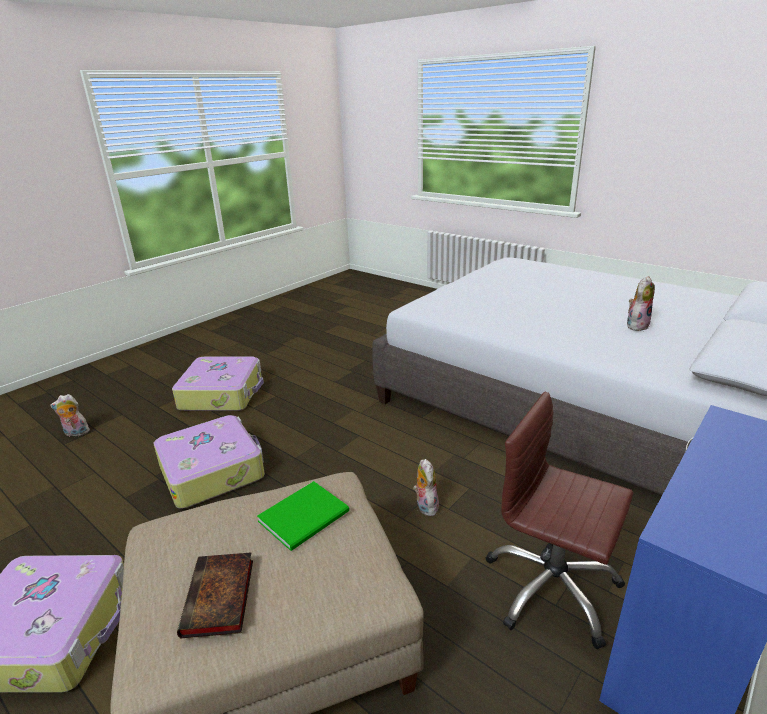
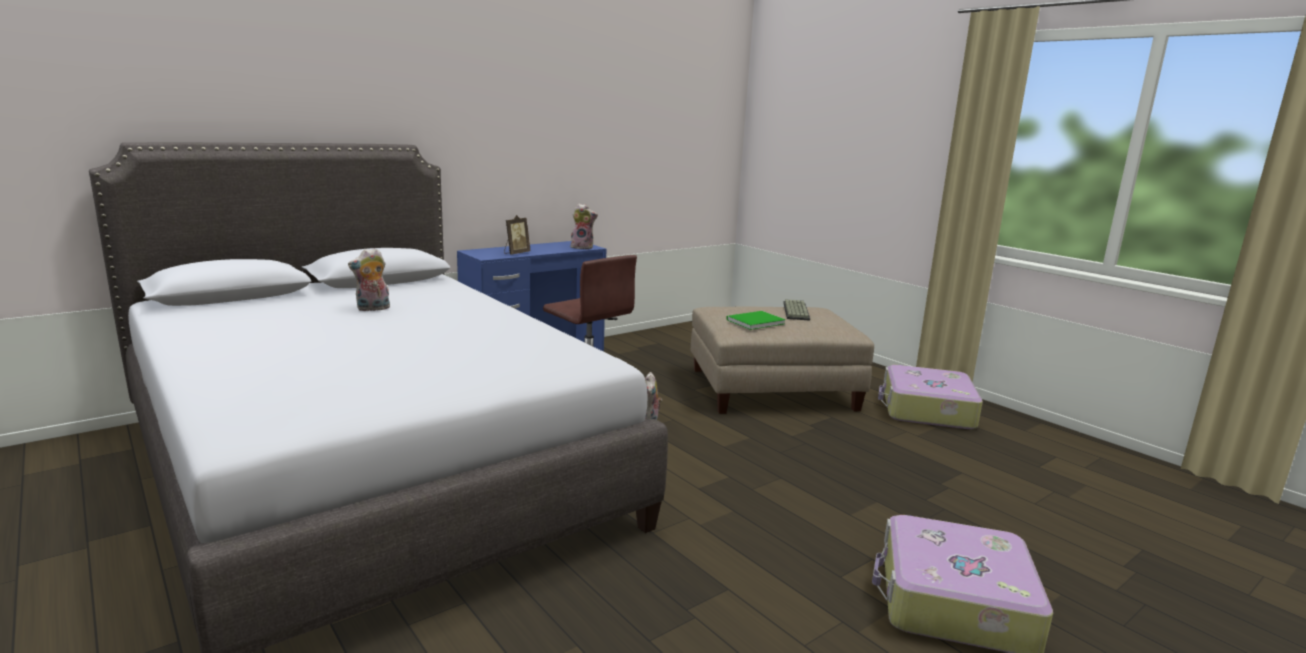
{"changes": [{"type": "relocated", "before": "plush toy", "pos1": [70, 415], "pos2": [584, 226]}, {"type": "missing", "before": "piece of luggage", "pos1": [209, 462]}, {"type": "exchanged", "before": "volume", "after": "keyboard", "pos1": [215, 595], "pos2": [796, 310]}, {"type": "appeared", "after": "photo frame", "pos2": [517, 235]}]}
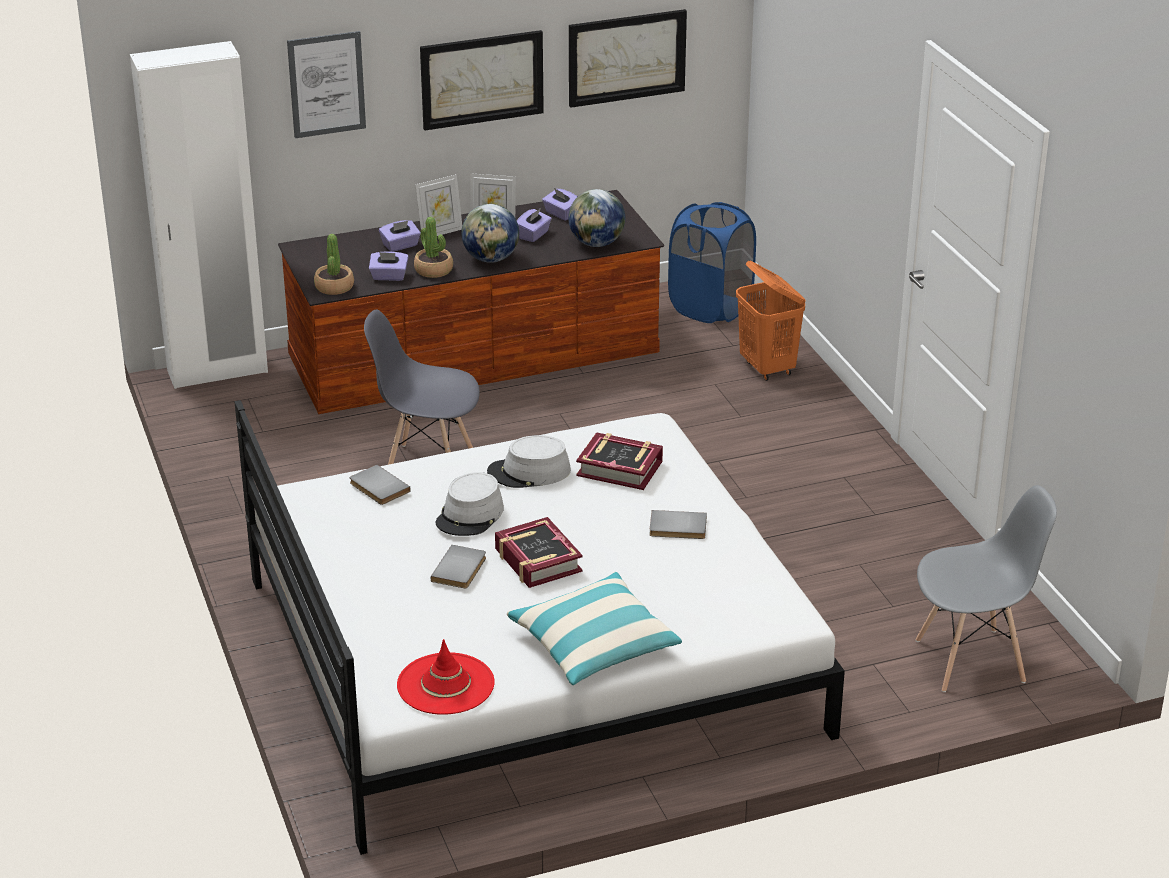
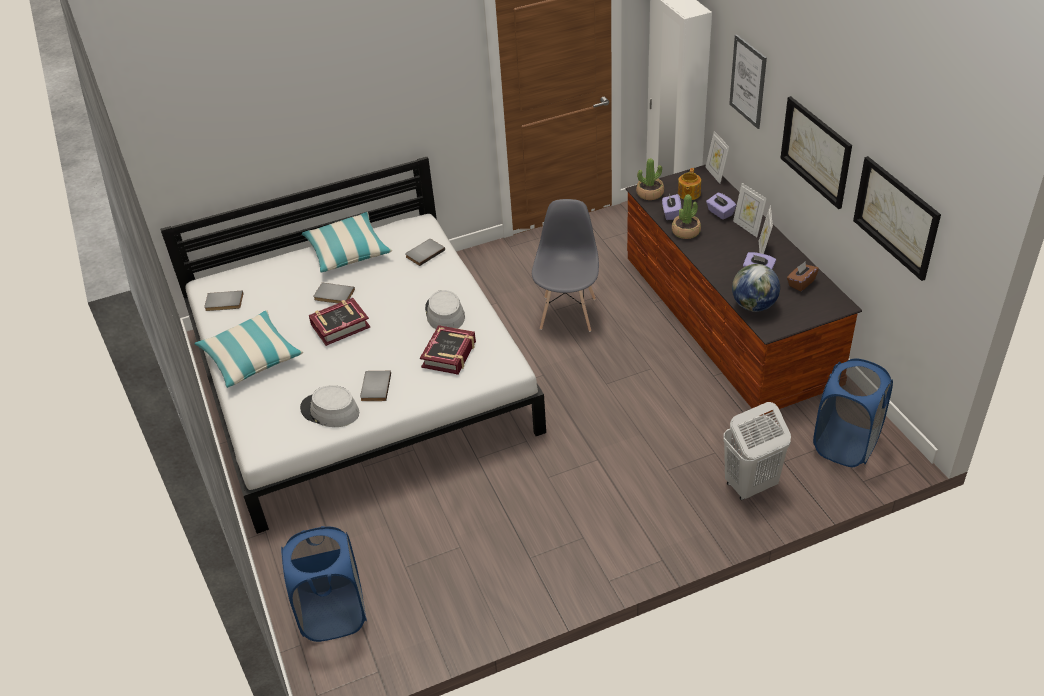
{"changes": [{"type": "colour", "before": "tissue box (purple-coloured)", "after": "tissue box (brown-coloured)", "pos1": [560, 204], "pos2": [803, 276]}, {"type": "missing", "before": "desk globe", "pos1": [490, 233]}, {"type": "colour", "before": "hamper (orange)", "after": "hamper (white-coloured)", "pos1": [771, 321], "pos2": [757, 451]}, {"type": "relocated", "before": "hat (greyish)", "pos1": [469, 504], "pos2": [329, 406]}, {"type": "exchanged", "before": "chair (greyish)", "after": "hamper (bluish)", "pos1": [986, 588], "pos2": [324, 584]}, {"type": "exchanged", "before": "hat (reddish)", "after": "volume (greyish)", "pos1": [446, 677], "pos2": [223, 301]}, {"type": "appeared", "after": "photo frame", "pos2": [717, 157]}, {"type": "appeared", "after": "tea pot", "pos2": [689, 184]}, {"type": "appeared", "after": "cushion", "pos2": [347, 242]}]}
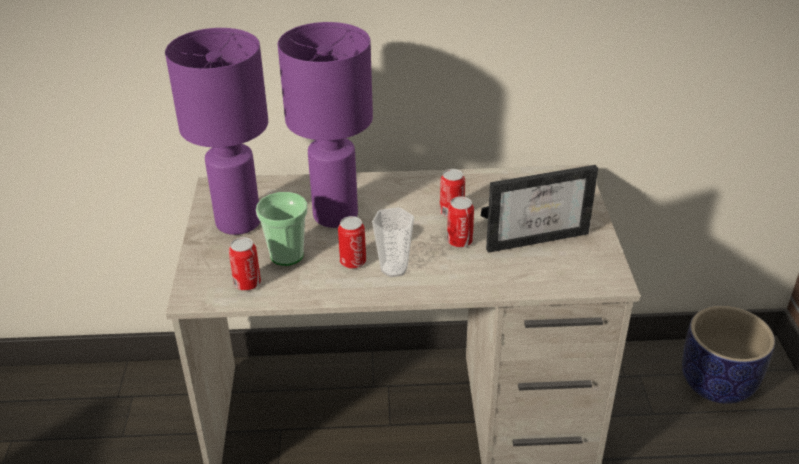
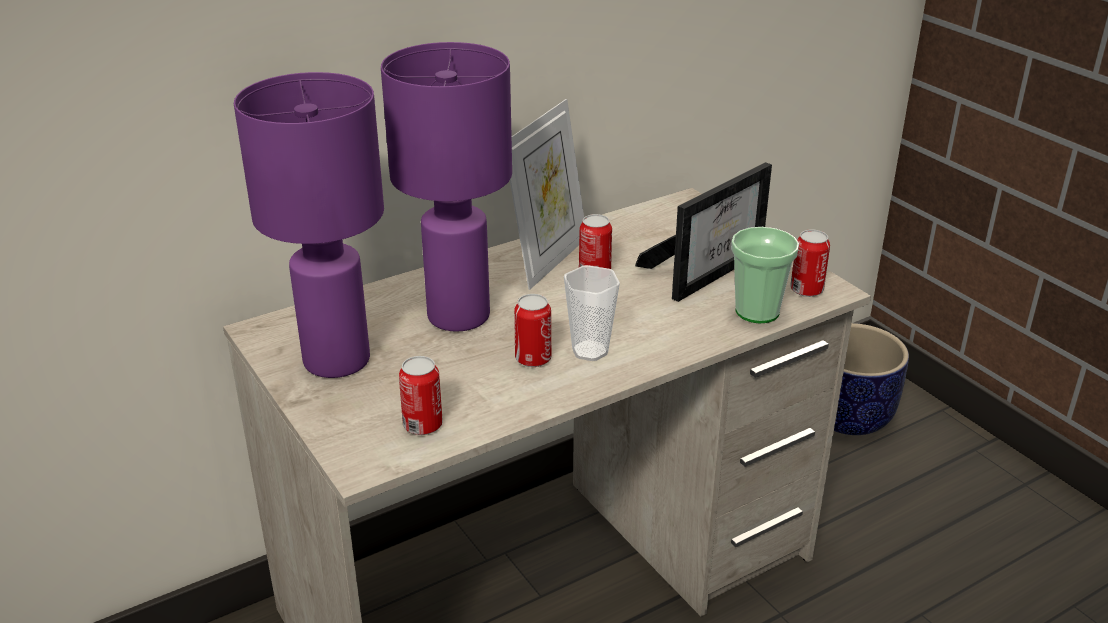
{"changes": [{"type": "relocated", "before": "drinking cup", "pos1": [282, 229], "pos2": [765, 275]}, {"type": "relocated", "before": "sealed can", "pos1": [460, 222], "pos2": [810, 263]}, {"type": "appeared", "after": "photo frame", "pos2": [547, 194]}]}
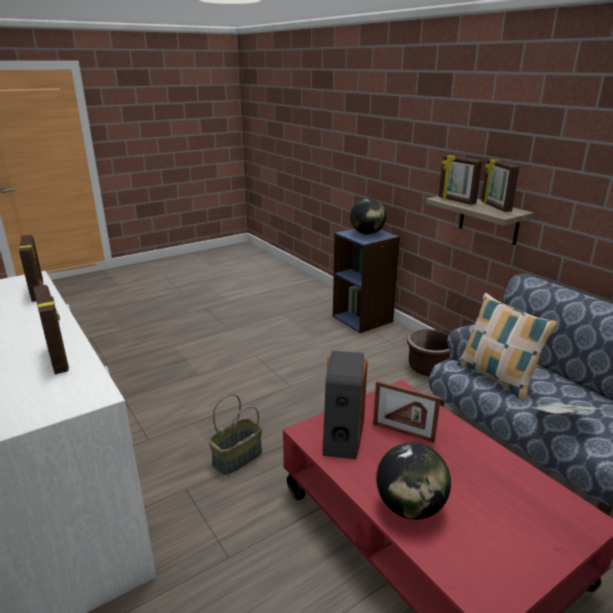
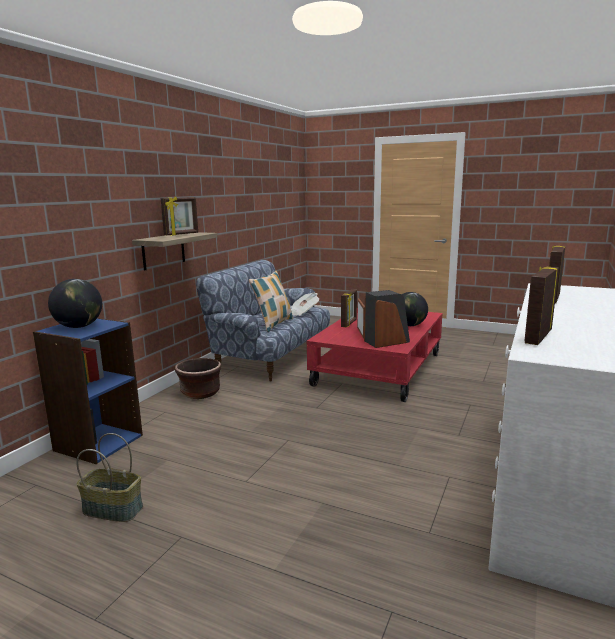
{"changes": [{"type": "relocated", "before": "photo frame", "pos1": [460, 180], "pos2": [349, 308]}, {"type": "relocated", "before": "storage basket", "pos1": [235, 434], "pos2": [109, 477]}]}
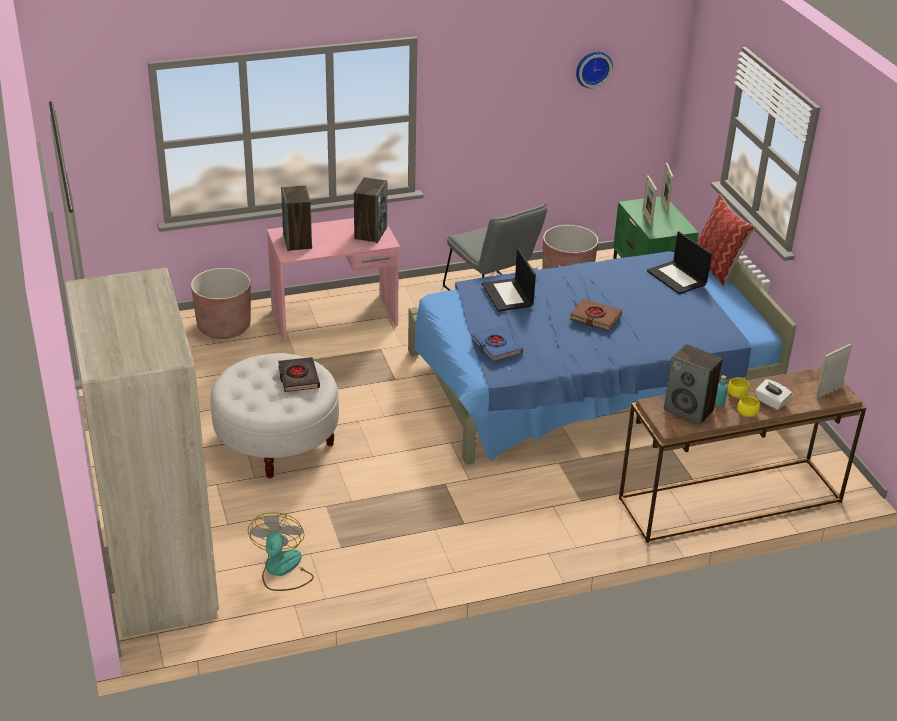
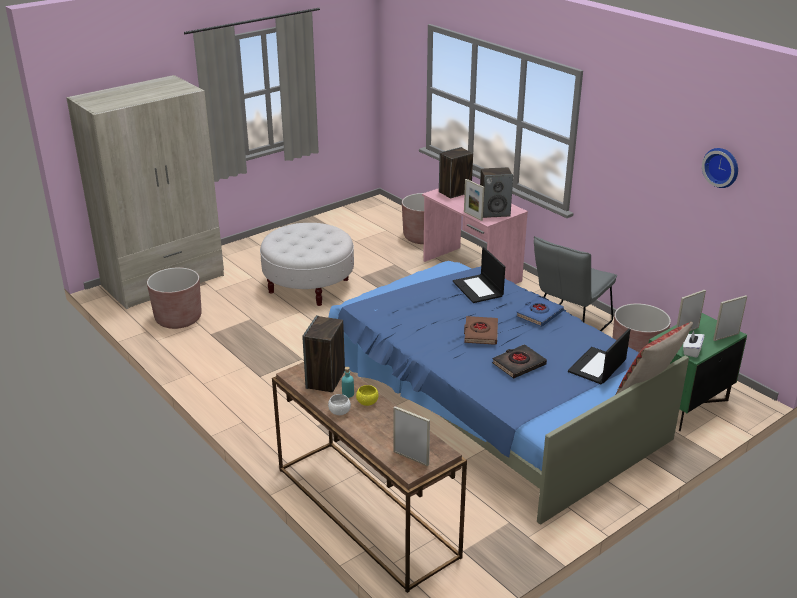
{"changes": [{"type": "spun", "before": "notebook computer", "pos1": [509, 279], "pos2": [479, 275], "turn": -75}, {"type": "relocated", "before": "volume (bluish)", "pos1": [497, 344], "pos2": [540, 311]}, {"type": "relocated", "before": "volume (black)", "pos1": [299, 374], "pos2": [519, 361]}, {"type": "relocated", "before": "tissue box (white-coloured)", "pos1": [774, 394], "pos2": [693, 344]}, {"type": "colour", "before": "serving bowl (yellowish)", "after": "serving bowl (white-coloured)", "pos1": [748, 406], "pos2": [339, 404]}, {"type": "exchanged", "before": "fan", "after": "plant pot (brown-coloured)", "pos1": [281, 552], "pos2": [174, 298]}, {"type": "appeared", "after": "photo frame", "pos2": [474, 200]}]}
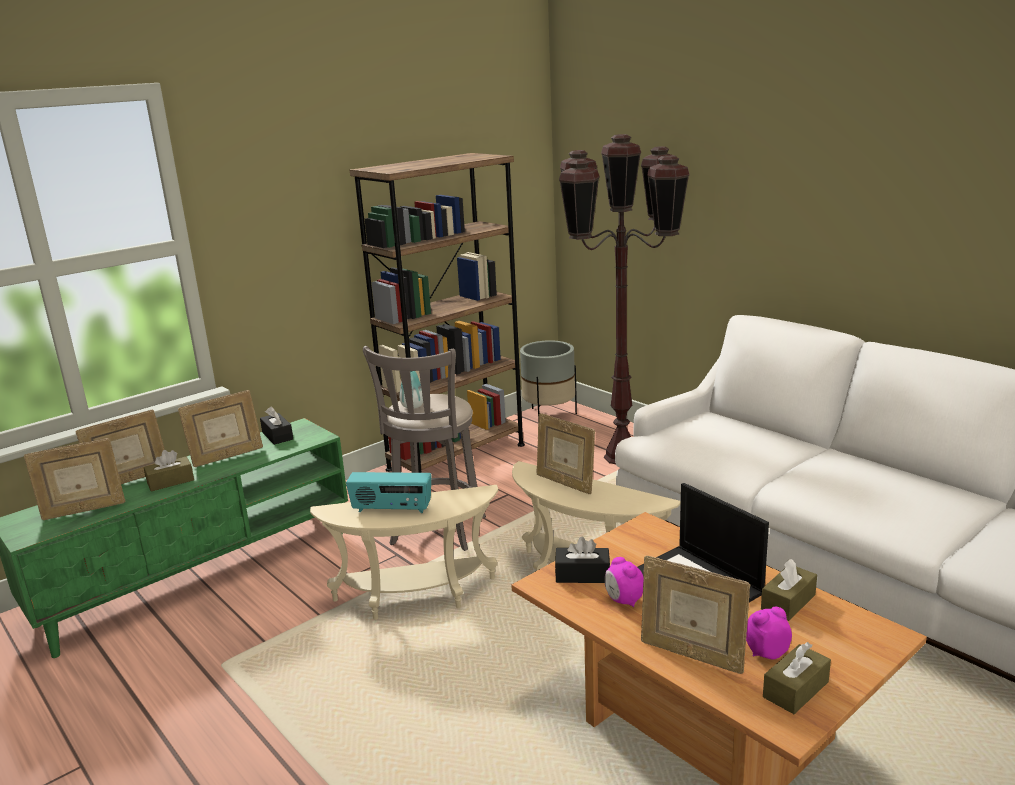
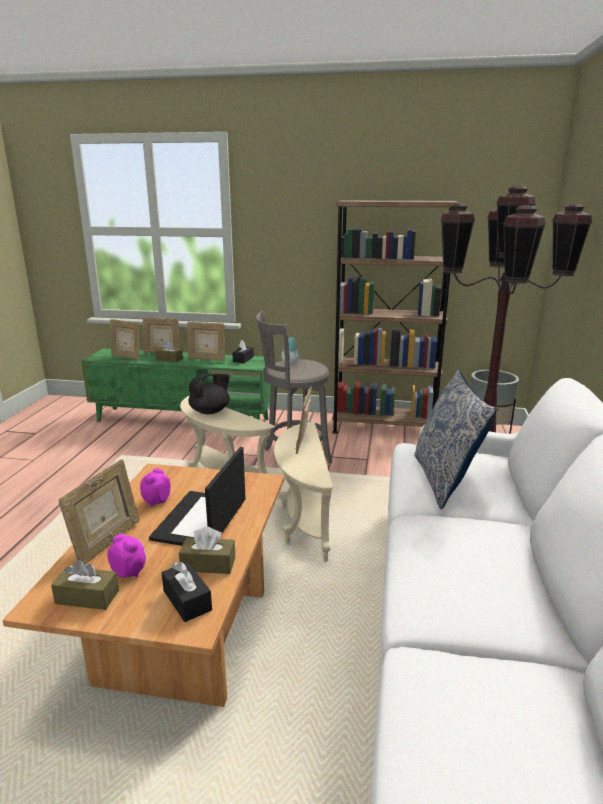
{"changes": [{"type": "exchanged", "before": "radio receiver", "after": "tea pot (black)", "pos1": [388, 492], "pos2": [209, 393]}, {"type": "relocated", "before": "tissue box (black)", "pos1": [582, 560], "pos2": [186, 592]}, {"type": "spun", "before": "photo frame", "pos1": [695, 614], "pos2": [99, 512], "turn": -150}, {"type": "appeared", "after": "cushion", "pos2": [455, 440]}]}
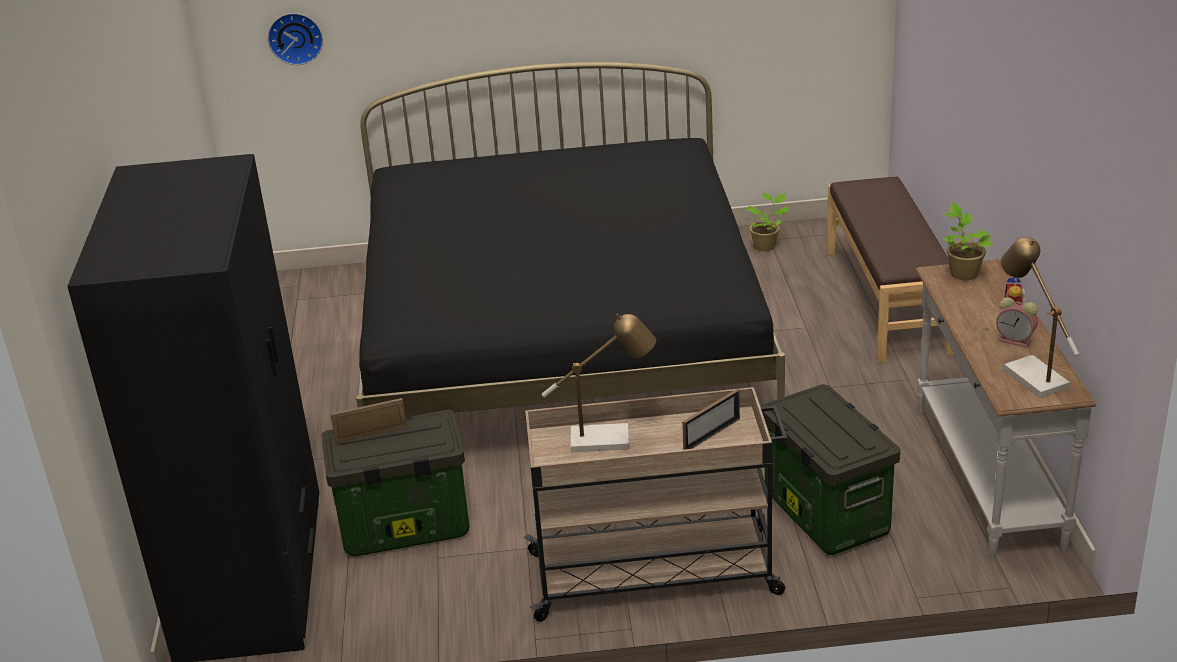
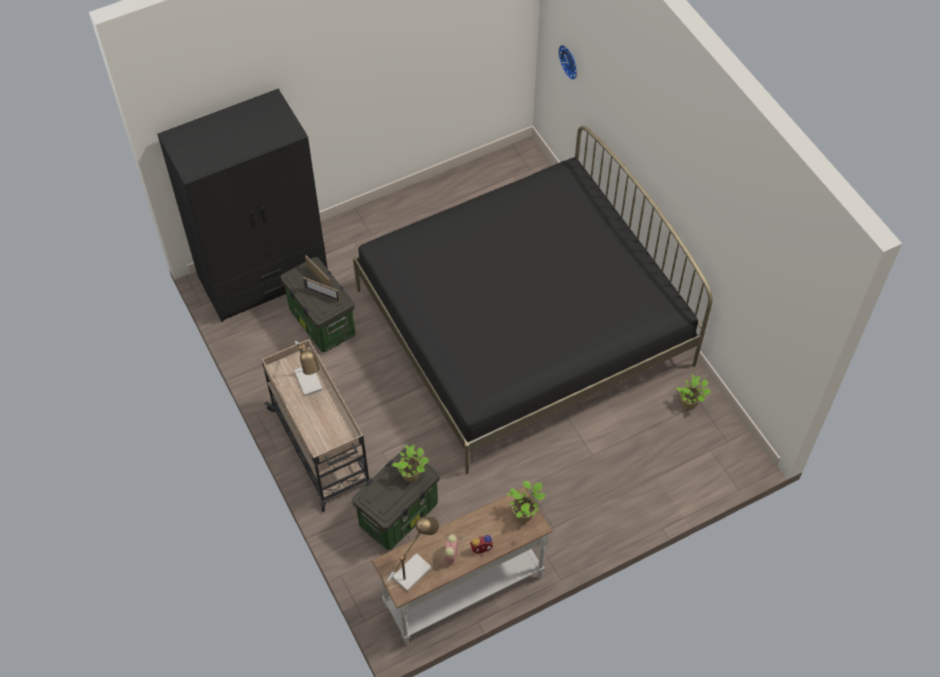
{"changes": [{"type": "missing", "before": "long seat (brown-coloured)", "pos1": [890, 269]}, {"type": "relocated", "before": "photo frame", "pos1": [711, 419], "pos2": [321, 289]}, {"type": "appeared", "after": "houseplant", "pos2": [410, 463]}]}
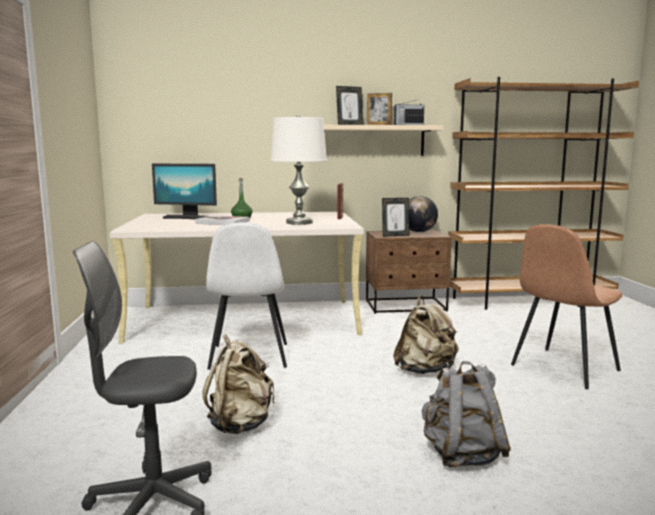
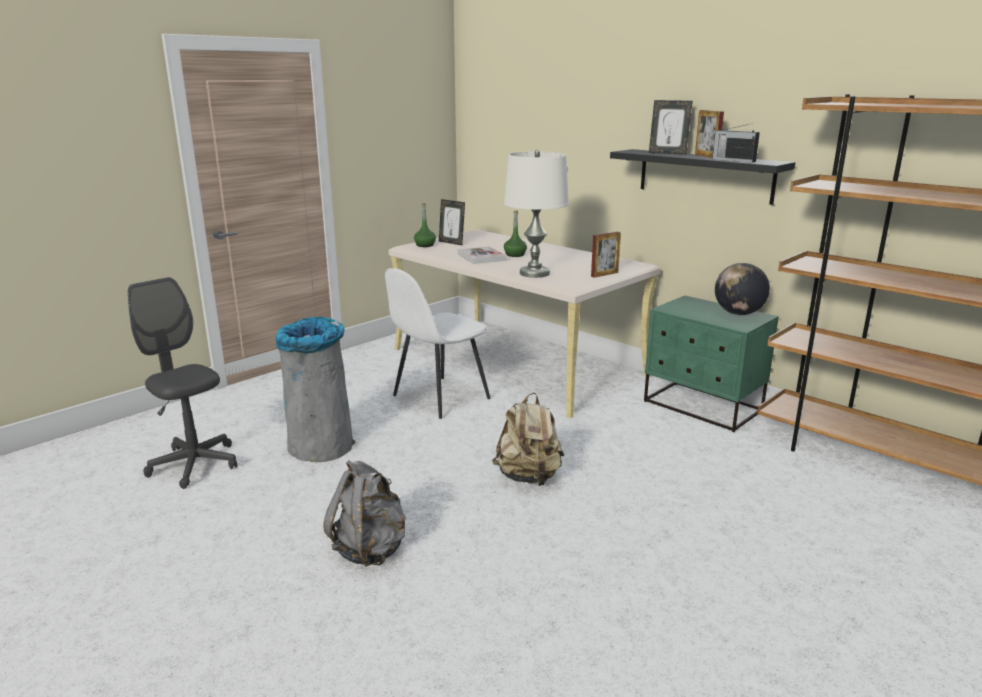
{"changes": [{"type": "colour", "before": "wall shelf (sand-coloured)", "after": "wall shelf (black)", "pos1": [384, 140], "pos2": [702, 177]}, {"type": "missing", "before": "monitor", "pos1": [184, 191]}, {"type": "relocated", "before": "photo frame", "pos1": [396, 217], "pos2": [452, 222]}, {"type": "missing", "before": "chair (brown-coloured)", "pos1": [567, 306]}, {"type": "colour", "before": "night table (brown-coloured)", "after": "night table (green-coloured)", "pos1": [409, 272], "pos2": [711, 364]}, {"type": "exchanged", "before": "rucksack (sand-coloured)", "after": "rubbish bin (greyish)", "pos1": [238, 384], "pos2": [315, 389]}, {"type": "appeared", "after": "beverage bottle (green-coloured)", "pos2": [425, 225]}]}
